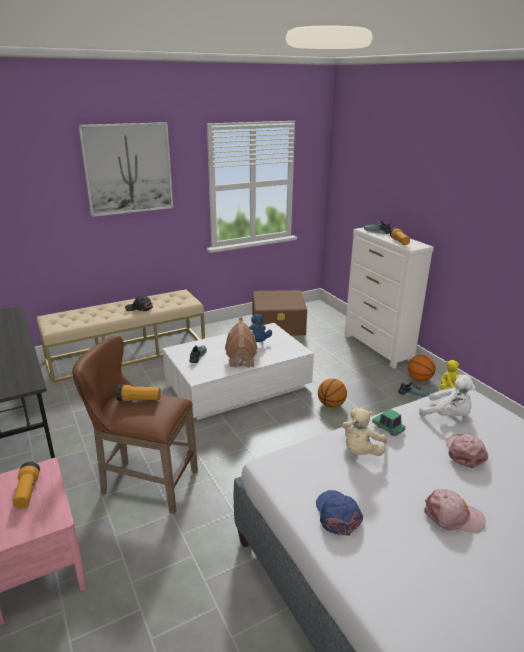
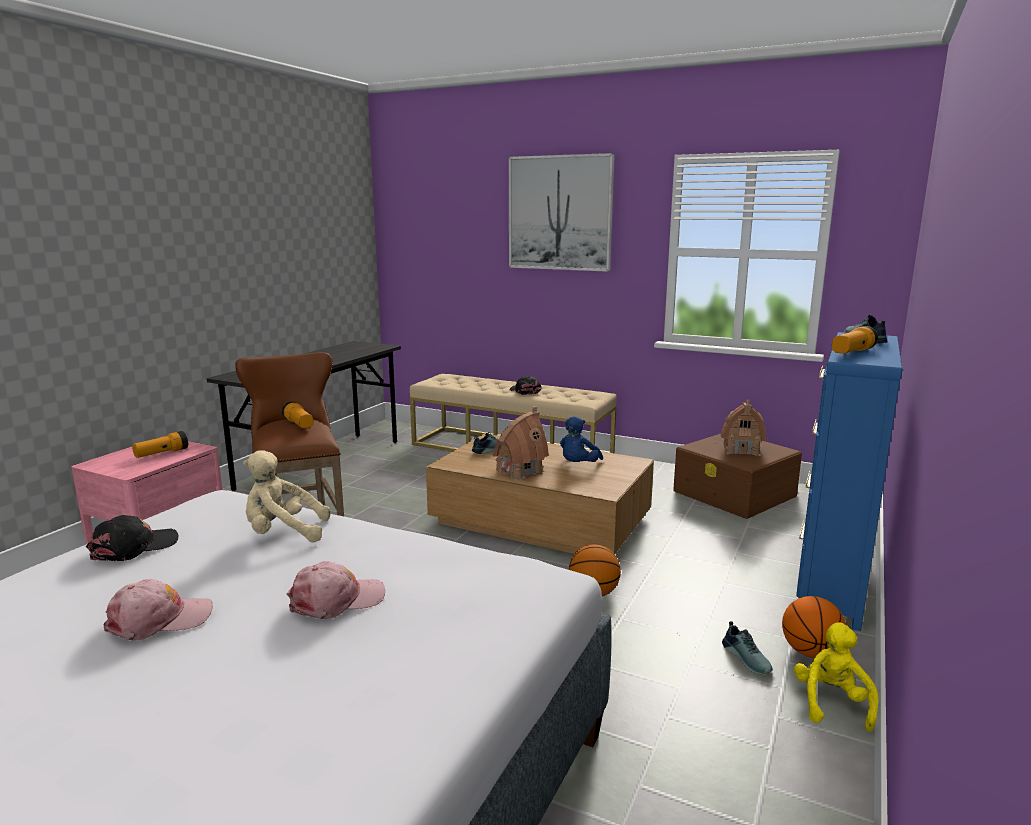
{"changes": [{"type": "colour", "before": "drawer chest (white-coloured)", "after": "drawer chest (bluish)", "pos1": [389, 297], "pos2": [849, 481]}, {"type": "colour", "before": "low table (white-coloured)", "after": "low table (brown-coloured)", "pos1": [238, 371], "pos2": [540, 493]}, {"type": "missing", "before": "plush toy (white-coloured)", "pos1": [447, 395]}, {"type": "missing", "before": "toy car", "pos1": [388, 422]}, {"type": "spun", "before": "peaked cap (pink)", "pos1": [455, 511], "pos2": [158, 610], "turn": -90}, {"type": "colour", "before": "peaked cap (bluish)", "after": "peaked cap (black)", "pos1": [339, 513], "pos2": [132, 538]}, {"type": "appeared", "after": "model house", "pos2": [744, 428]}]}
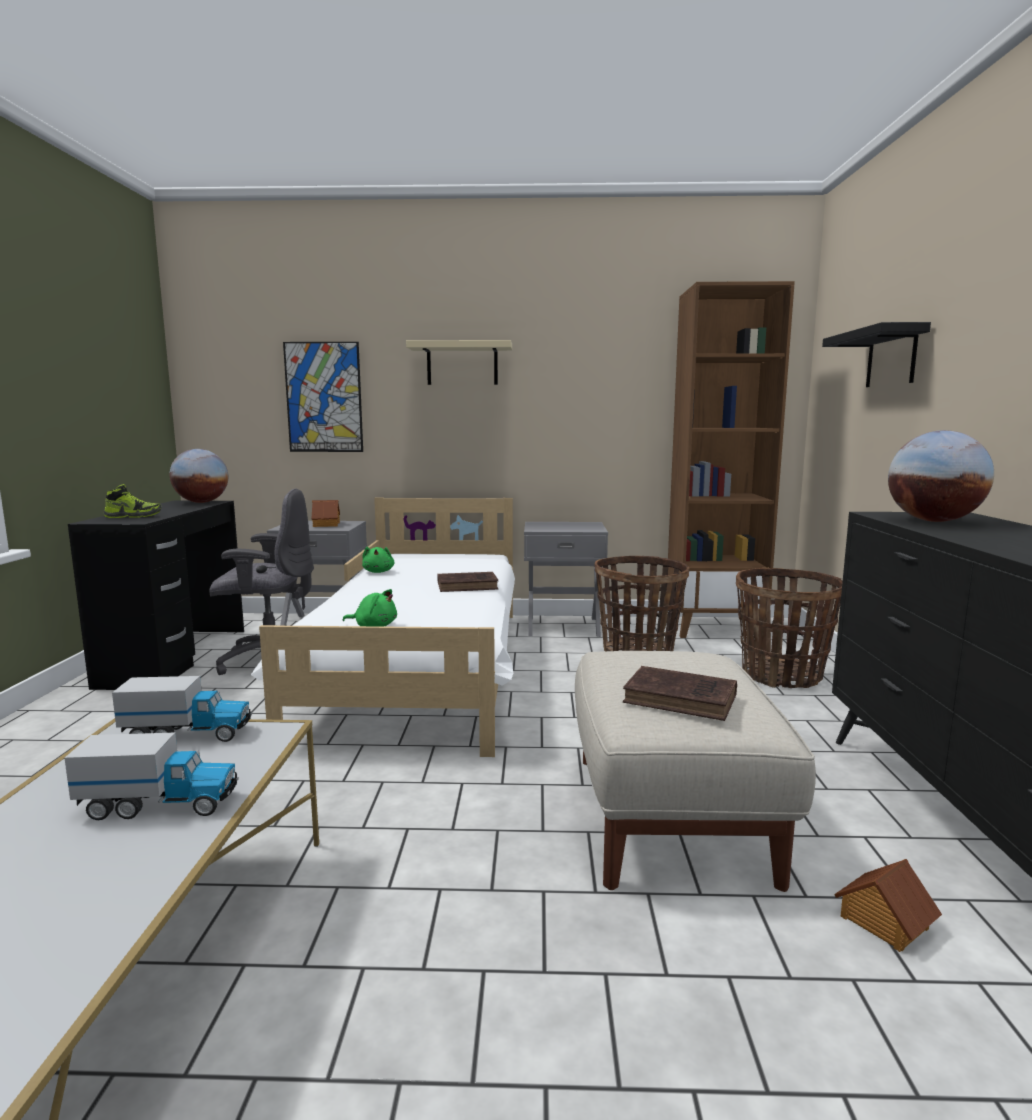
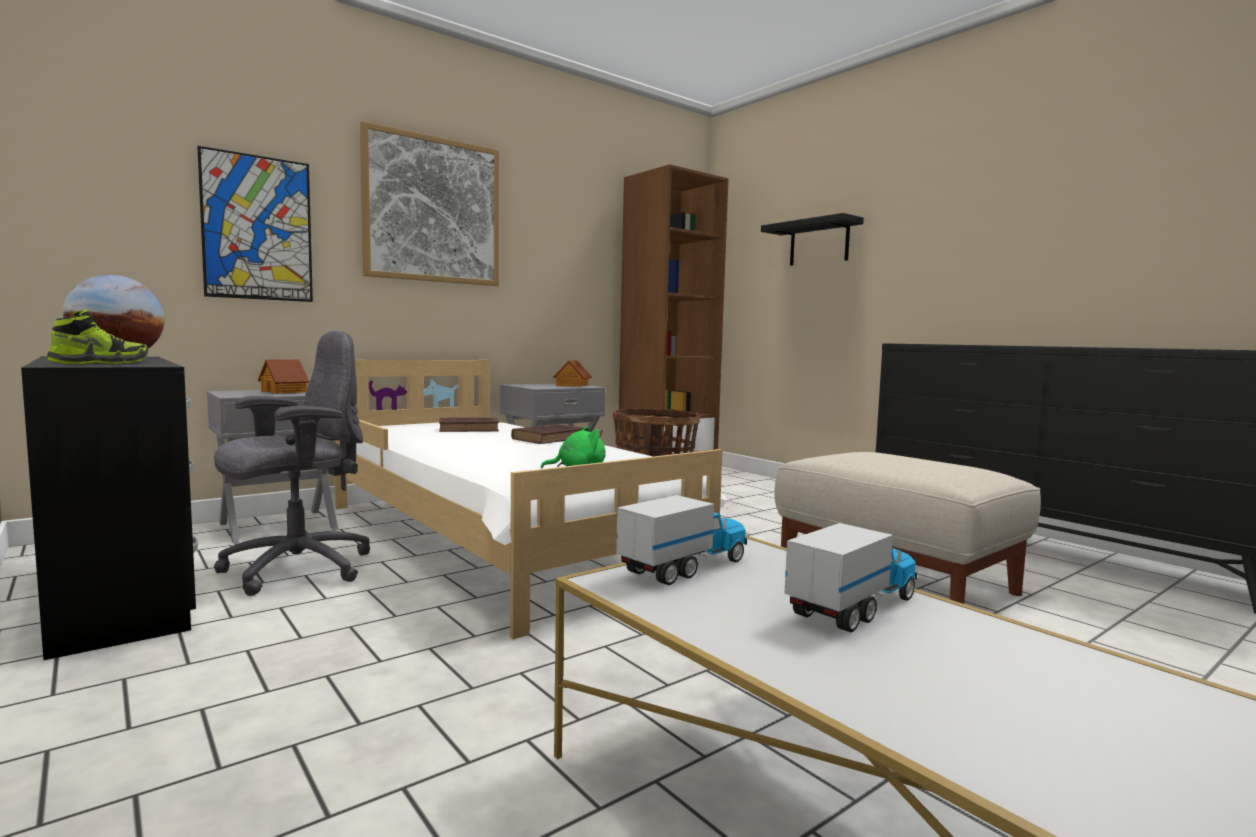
{"changes": [{"type": "exchanged", "before": "wall shelf (sand-coloured)", "after": "wall art", "pos1": [459, 362], "pos2": [429, 203]}, {"type": "missing", "before": "desk globe", "pos1": [941, 476]}, {"type": "missing", "before": "plush toy (green-coloured)", "pos1": [378, 560]}, {"type": "missing", "before": "storage basket", "pos1": [789, 628]}, {"type": "relocated", "before": "volume (brown-coloured)", "pos1": [680, 693], "pos2": [469, 424]}, {"type": "relocated", "before": "model house", "pos1": [888, 905], "pos2": [572, 373]}]}
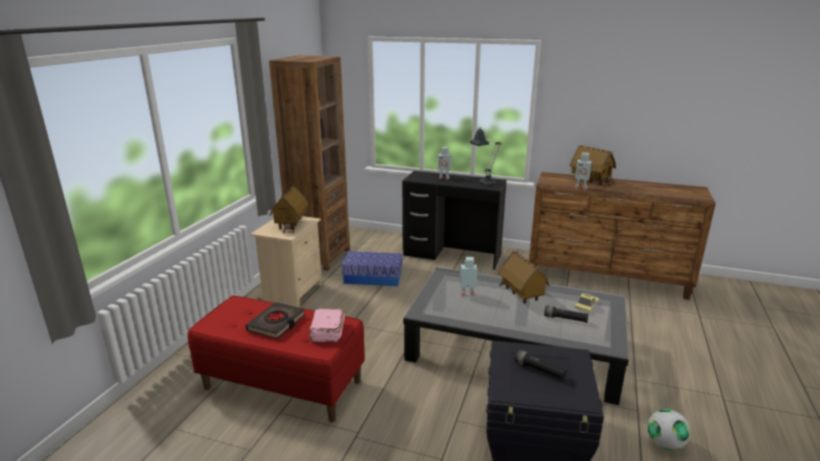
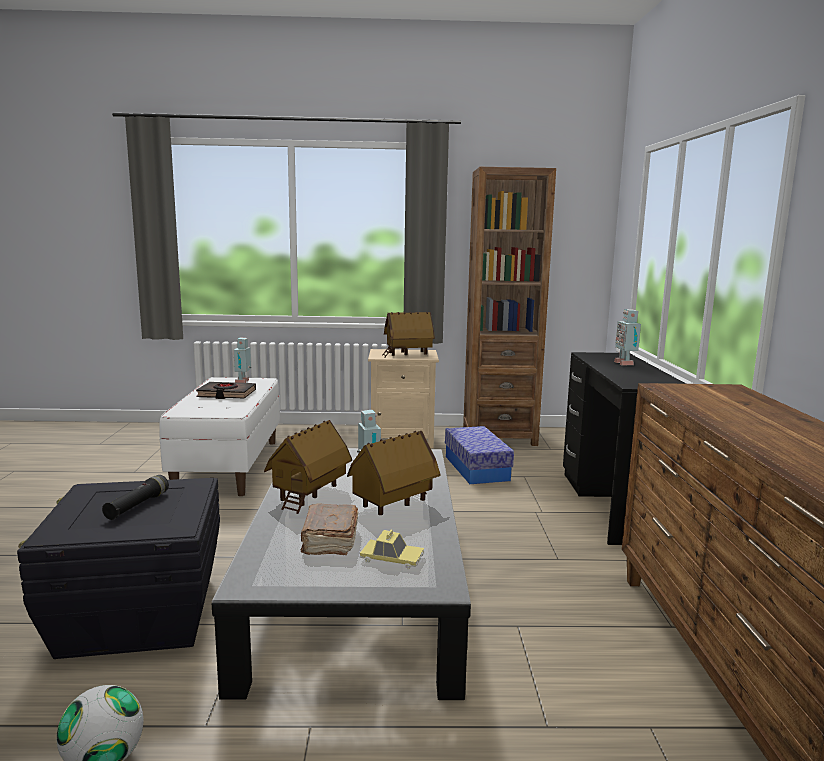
{"changes": [{"type": "missing", "before": "lamp for a table", "pos1": [485, 157]}, {"type": "relocated", "before": "model house", "pos1": [593, 165], "pos2": [308, 467]}, {"type": "relocated", "before": "toy robot", "pos1": [583, 171], "pos2": [242, 360]}, {"type": "colour", "before": "long seat (reddish)", "after": "long seat (white-coloured)", "pos1": [276, 359], "pos2": [219, 436]}, {"type": "exchanged", "before": "flashlight (black)", "after": "volume (brown-coloured)", "pos1": [566, 314], "pos2": [329, 529]}, {"type": "missing", "before": "volume (pink)", "pos1": [327, 325]}]}
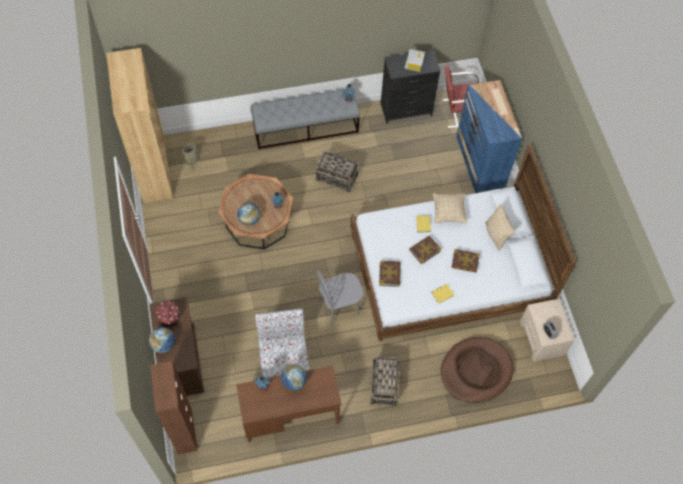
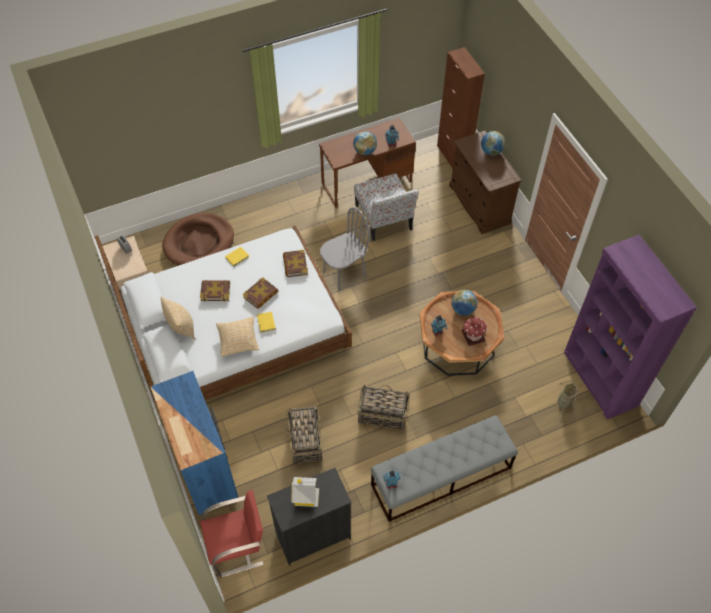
{"changes": [{"type": "colour", "before": "bookshelf (brown-coloured)", "after": "bookshelf (purple-coloured)", "pos1": [139, 125], "pos2": [630, 327]}, {"type": "relocated", "before": "model house", "pos1": [167, 314], "pos2": [474, 331]}, {"type": "relocated", "before": "storage basket", "pos1": [386, 381], "pos2": [304, 435]}]}
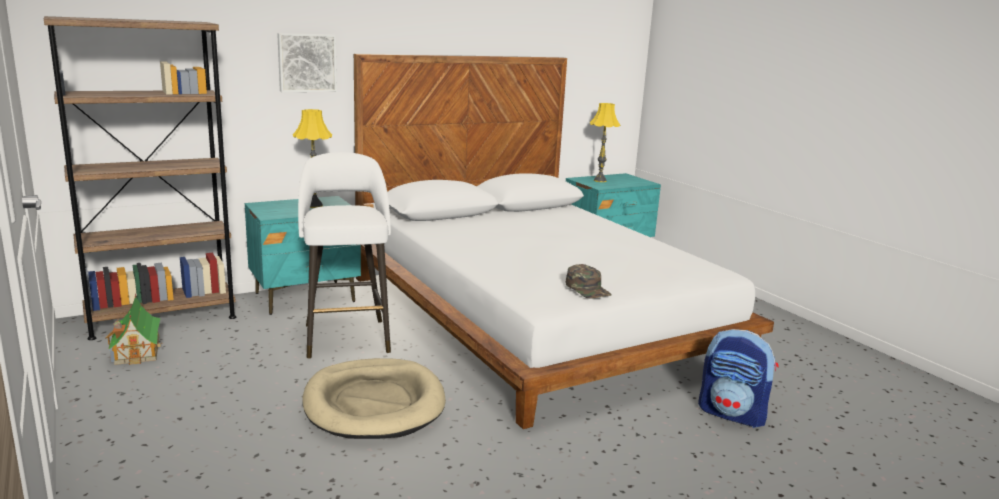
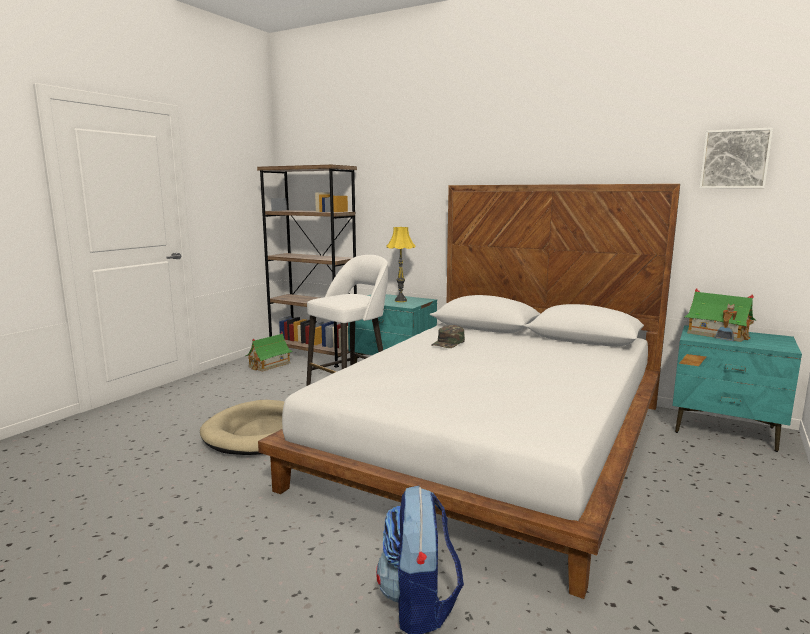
{"changes": [{"type": "relocated", "before": "wall art", "pos1": [307, 62], "pos2": [736, 158]}, {"type": "exchanged", "before": "lamp for a table (yellowish)", "after": "model house", "pos1": [605, 142], "pos2": [720, 315]}, {"type": "relocated", "before": "peaked cap (green-coloured)", "pos1": [589, 281], "pos2": [448, 336]}]}
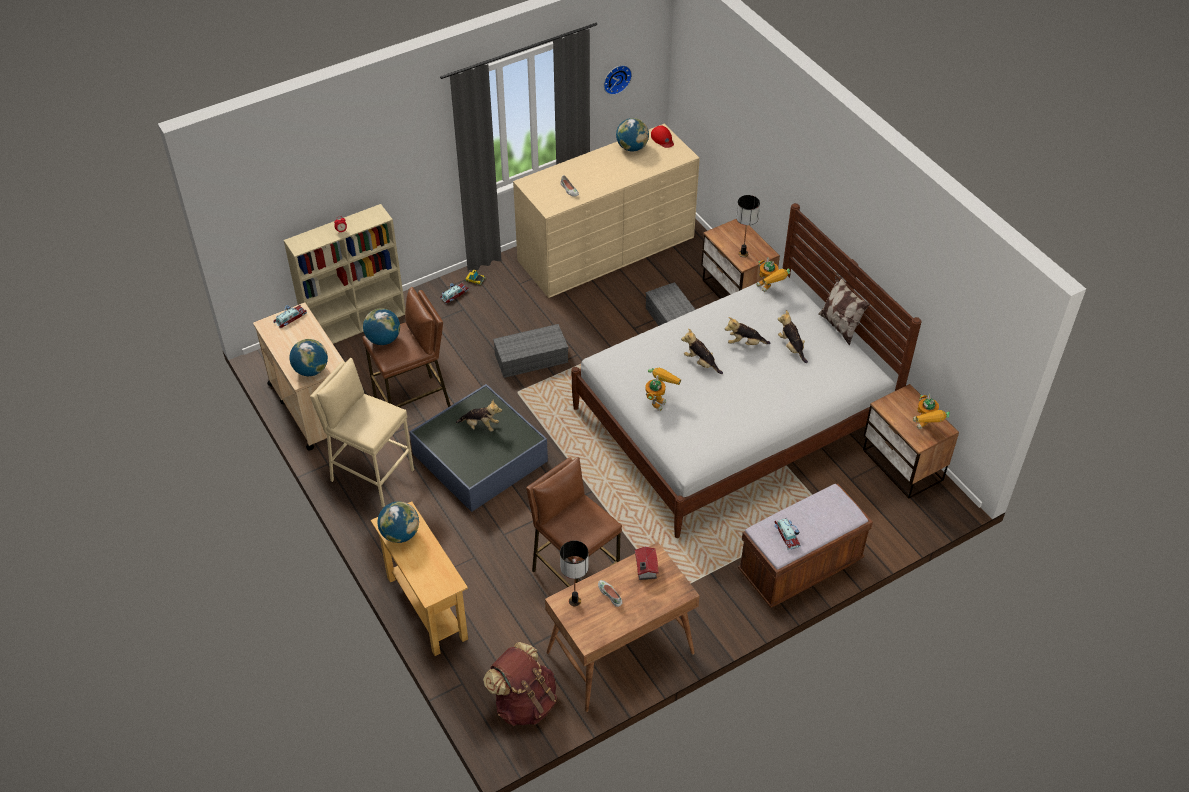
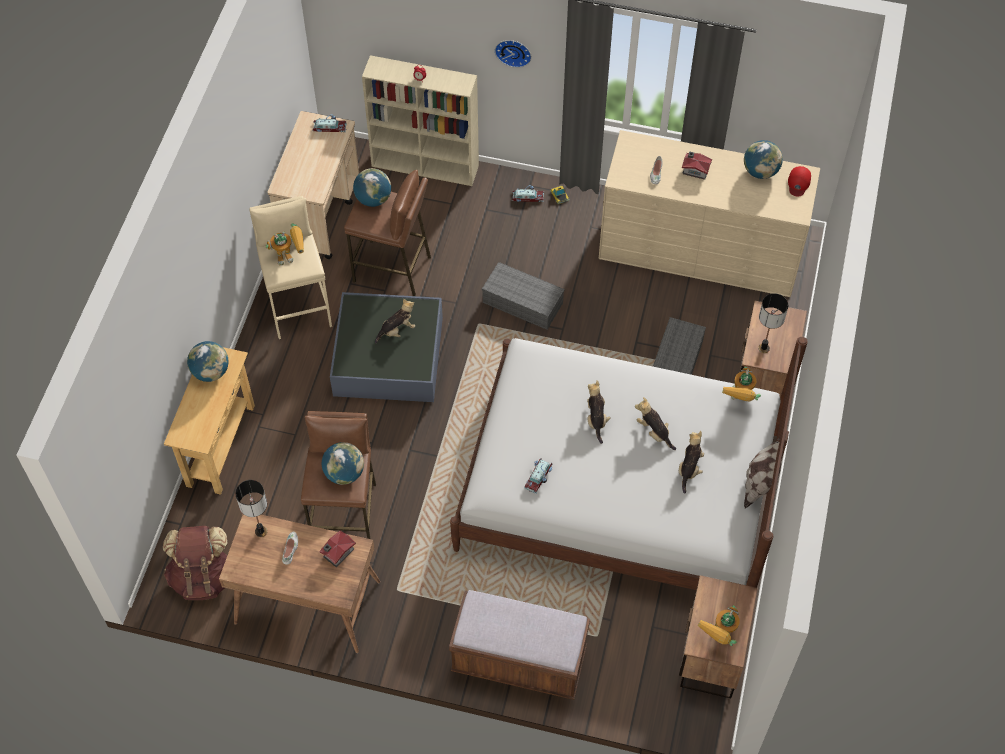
{"changes": [{"type": "relocated", "before": "clock on the wall", "pos1": [618, 80], "pos2": [513, 54]}, {"type": "relocated", "before": "desk globe", "pos1": [308, 357], "pos2": [343, 463]}, {"type": "relocated", "before": "toy robot", "pos1": [663, 389], "pos2": [285, 244]}, {"type": "spun", "before": "plush toy", "pos1": [479, 416], "pos2": [395, 321], "turn": -90}, {"type": "relocated", "before": "toy car", "pos1": [787, 534], "pos2": [538, 476]}, {"type": "appeared", "after": "model house", "pos2": [697, 165]}]}
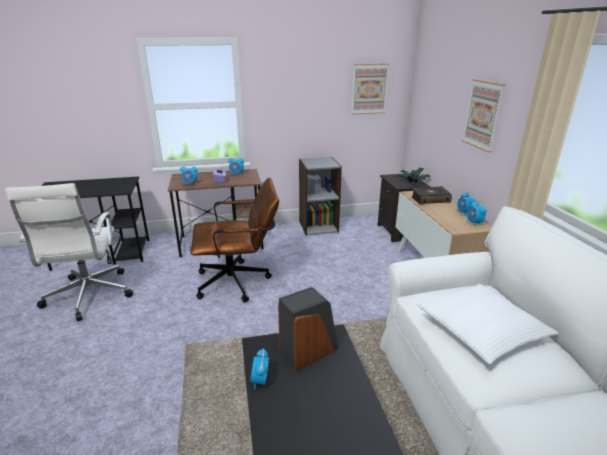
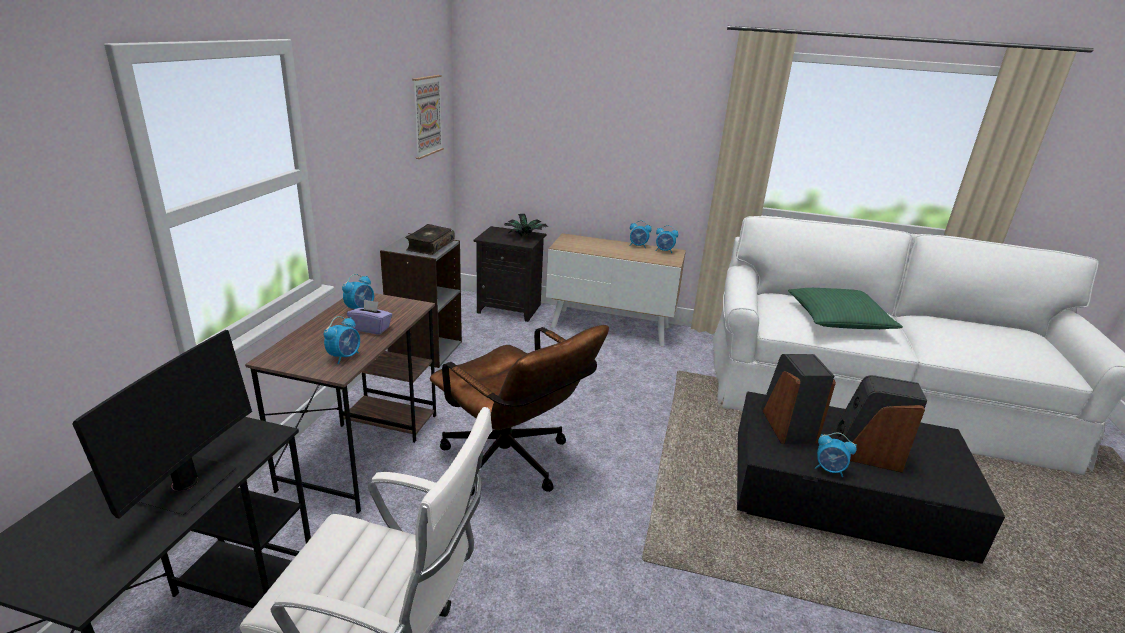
{"changes": [{"type": "missing", "before": "wall art", "pos1": [483, 115]}, {"type": "spun", "before": "computer chair (brown-coloured)", "pos1": [234, 240], "pos2": [519, 410], "turn": 120}, {"type": "relocated", "before": "volume", "pos1": [431, 195], "pos2": [430, 239]}, {"type": "colour", "before": "cushion (white-coloured)", "after": "cushion (green-coloured)", "pos1": [488, 324], "pos2": [845, 308]}, {"type": "appeared", "after": "monitor", "pos2": [162, 424]}, {"type": "appeared", "after": "speaker", "pos2": [878, 424]}]}
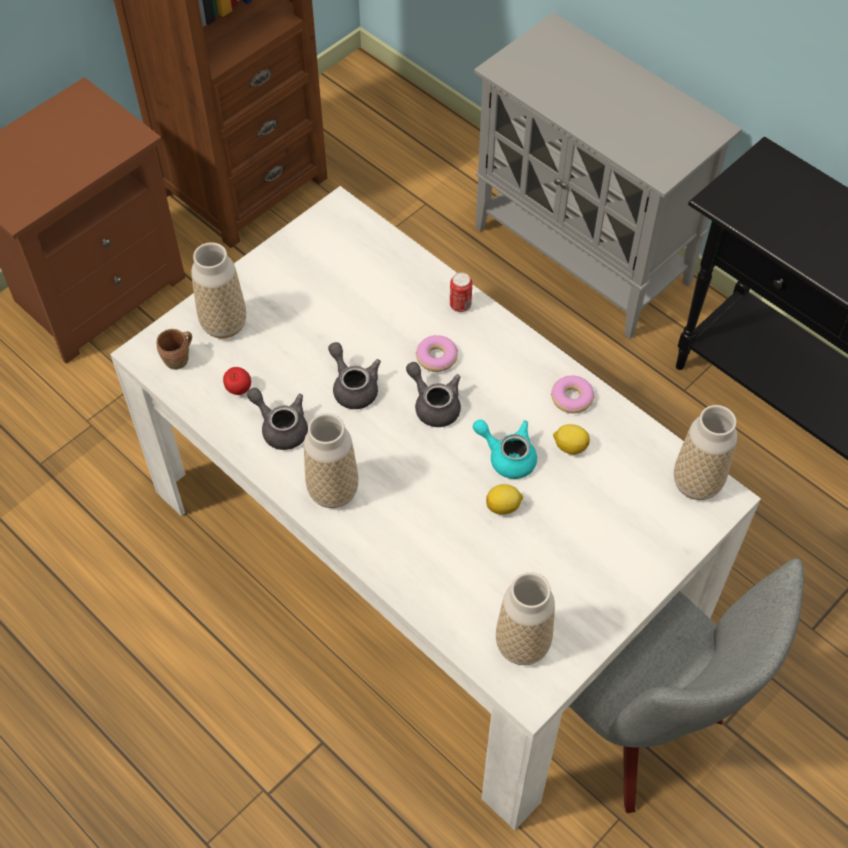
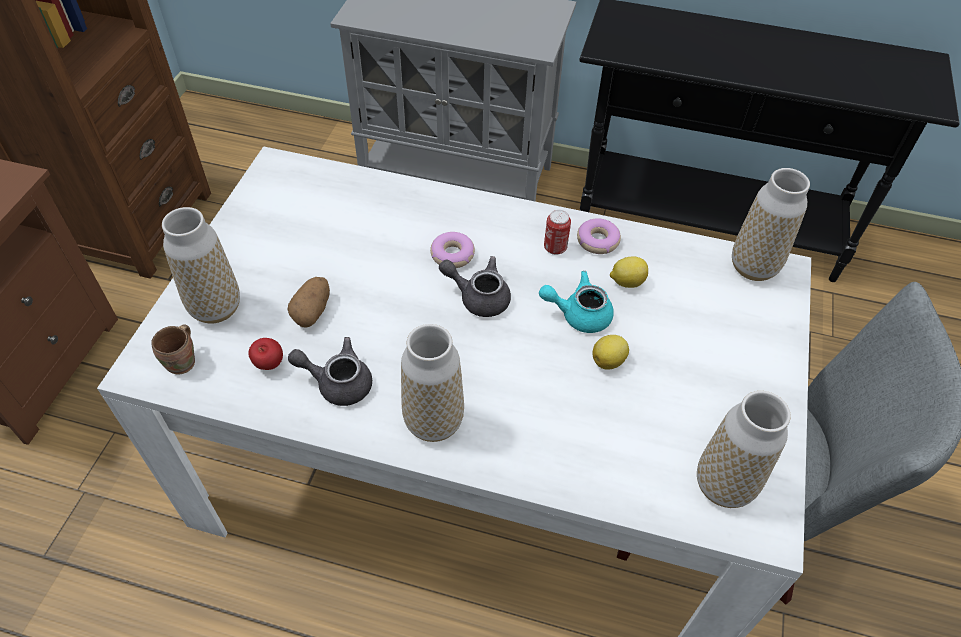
{"changes": [{"type": "relocated", "before": "sealed can", "pos1": [461, 292], "pos2": [557, 232]}, {"type": "missing", "before": "tea pot (greyish)", "pos1": [354, 375]}, {"type": "appeared", "after": "spud", "pos2": [308, 302]}]}
